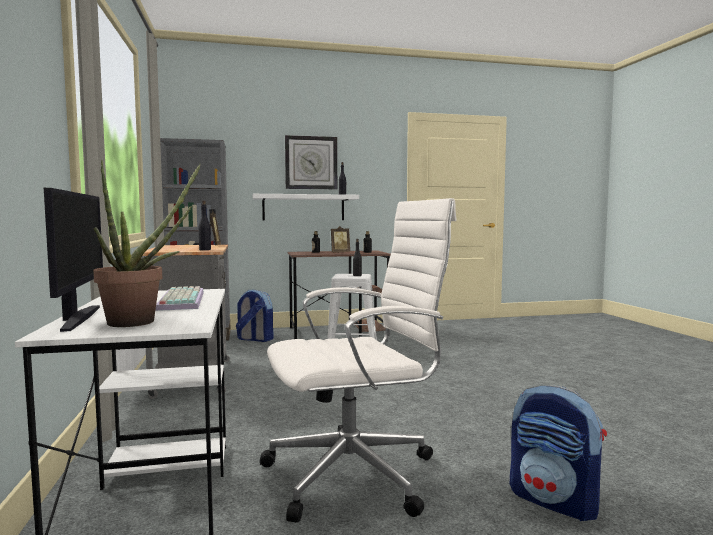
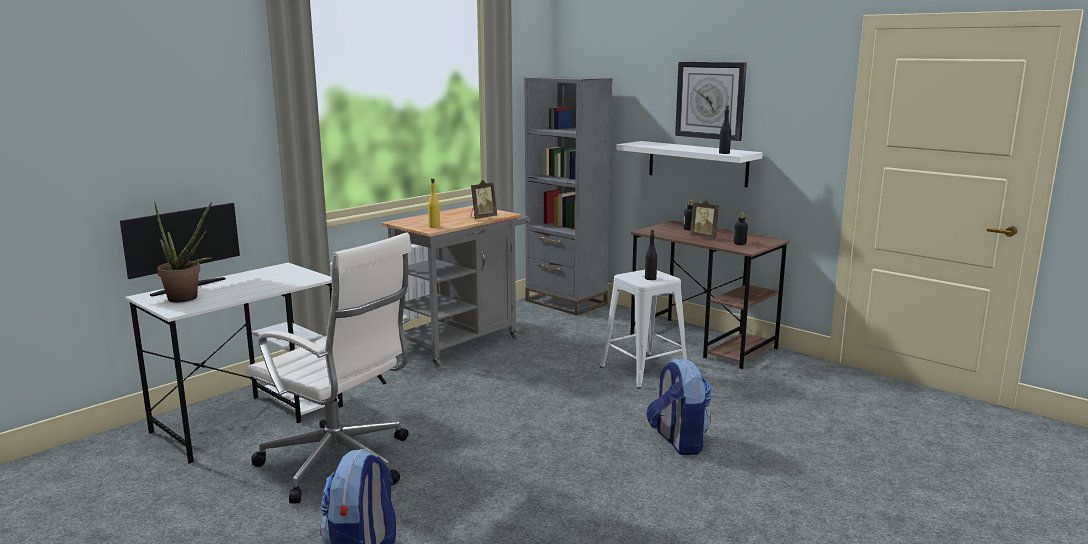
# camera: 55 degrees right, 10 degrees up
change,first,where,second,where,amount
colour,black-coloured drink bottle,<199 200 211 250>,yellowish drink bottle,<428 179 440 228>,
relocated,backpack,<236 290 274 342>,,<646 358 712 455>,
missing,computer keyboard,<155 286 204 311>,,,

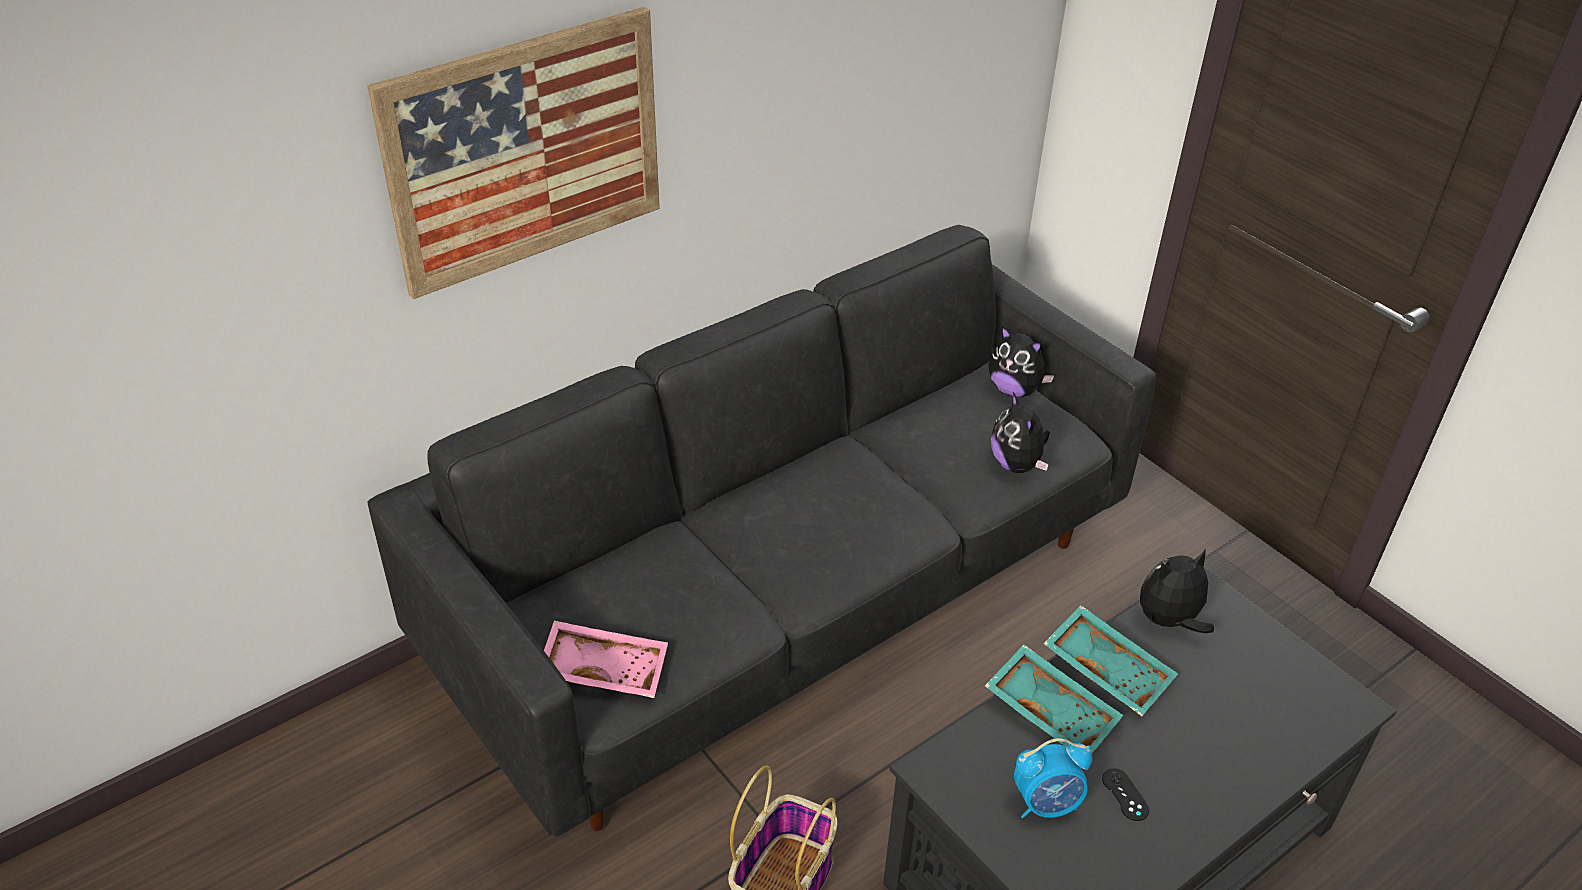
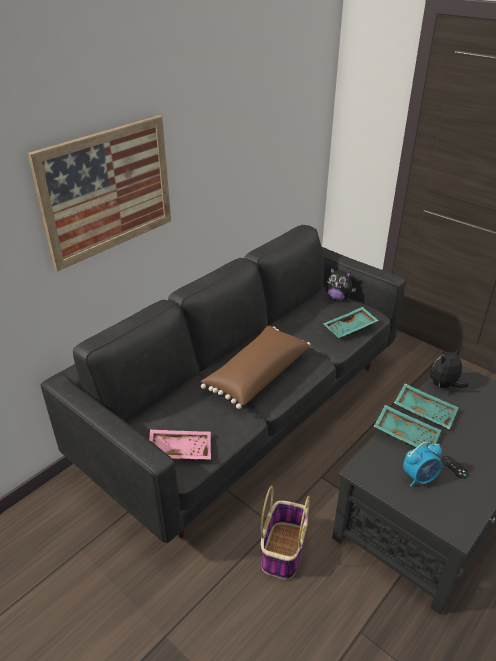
# camera: 10 degrees left, 5 degrees down
change,first,where,second,where,amount
appeared,,,brownish cushion,<201 326 310 409>,
exchanged,cuddly toy,<991 392 1050 473>,turquoise tray,<324 307 379 338>,

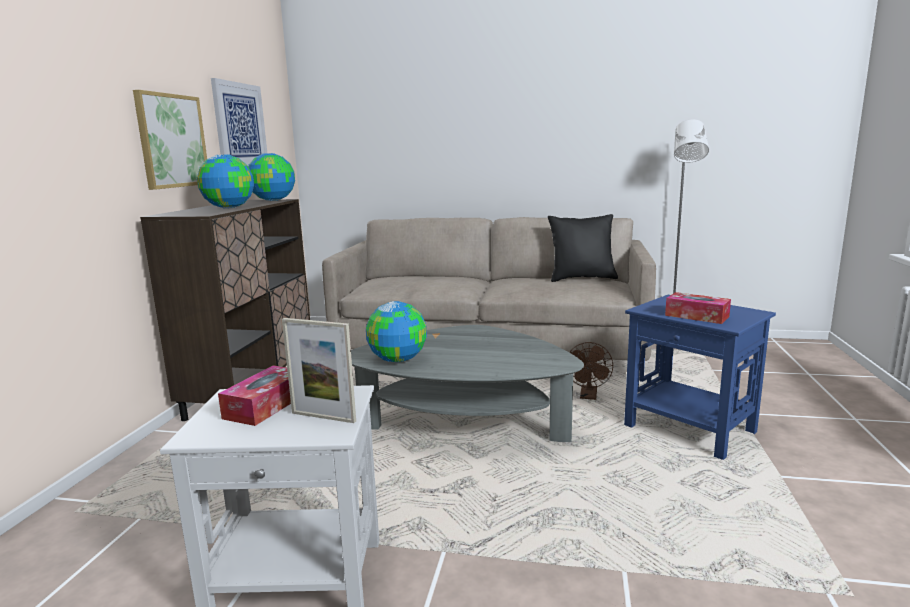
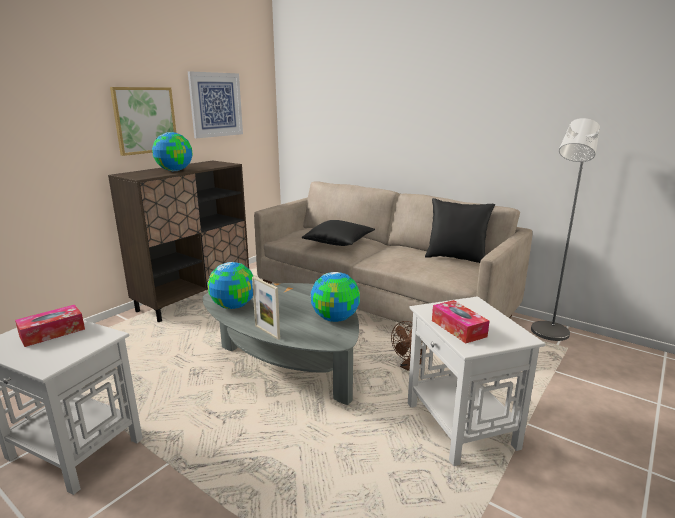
# camera: 25 degrees right, 5 degrees up
change,first,where,second,where,amount
relocated,photo frame,<282 318 356 423>,,<252 276 280 340>,
appeared,,,black-coloured cushion,<302 220 375 246>,
relocated,world globe,<248 153 295 201>,,<311 272 360 322>,
colour,blue-coloured accent table,<624 295 776 460>,white-coloured accent table,<408 296 545 466>,

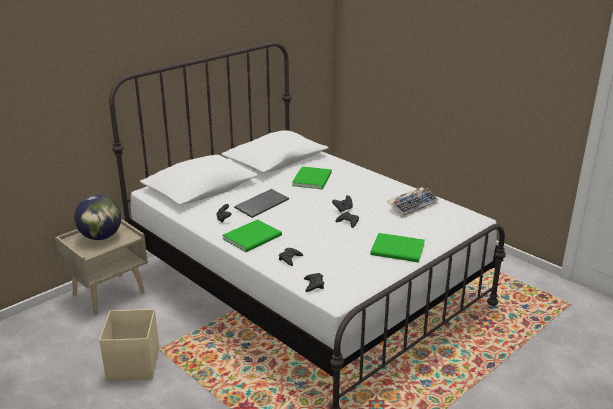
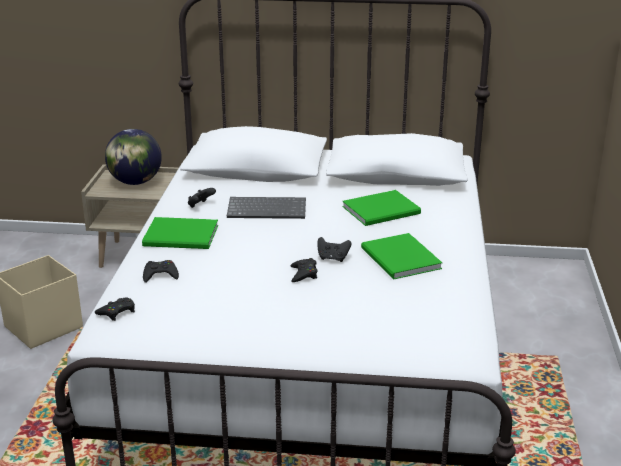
# camera: 50 degrees right, 0 degrees up
change,first,where,second,where,amount
relocated,greenish volume,<370 233 425 262>,,<361 233 442 280>,
missing,computer keyboard,<387 187 439 218>,,,

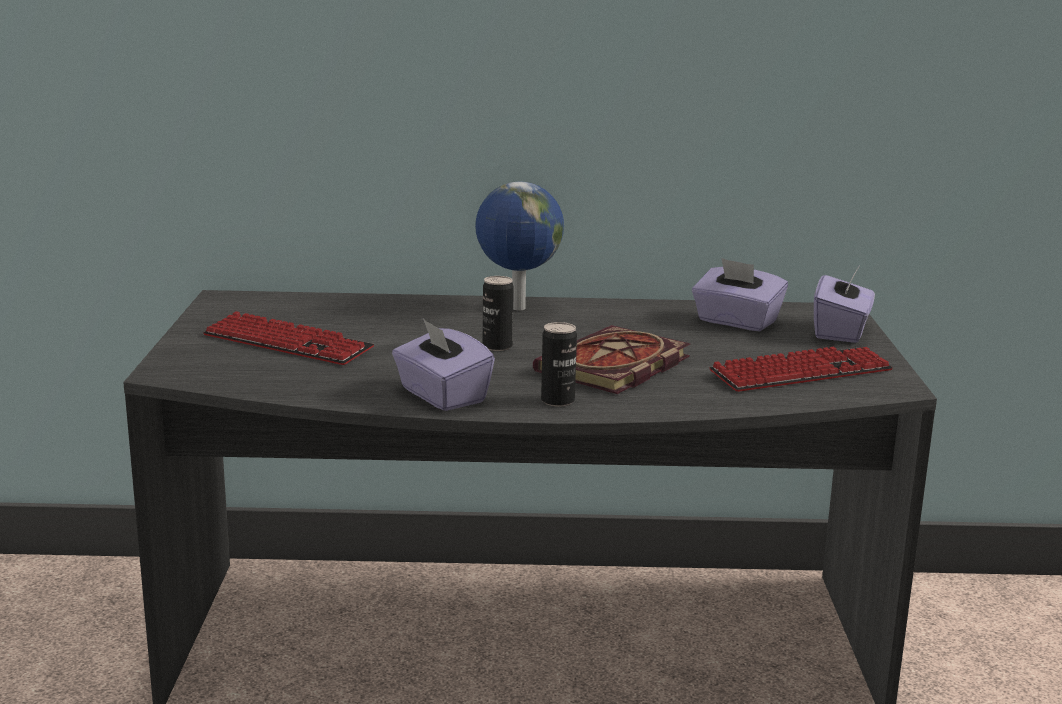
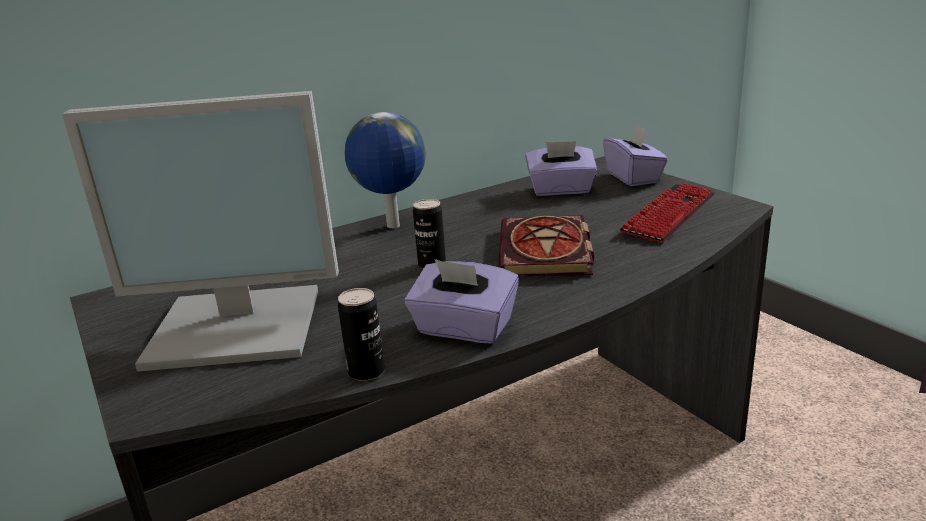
# camera: 30 degrees left, 5 degrees up
change,first,where,second,where,amount
exchanged,computer keyboard,<203 311 374 365>,computer screen,<62 91 339 372>,
relocated,can,<541 322 577 407>,,<338 288 385 381>,

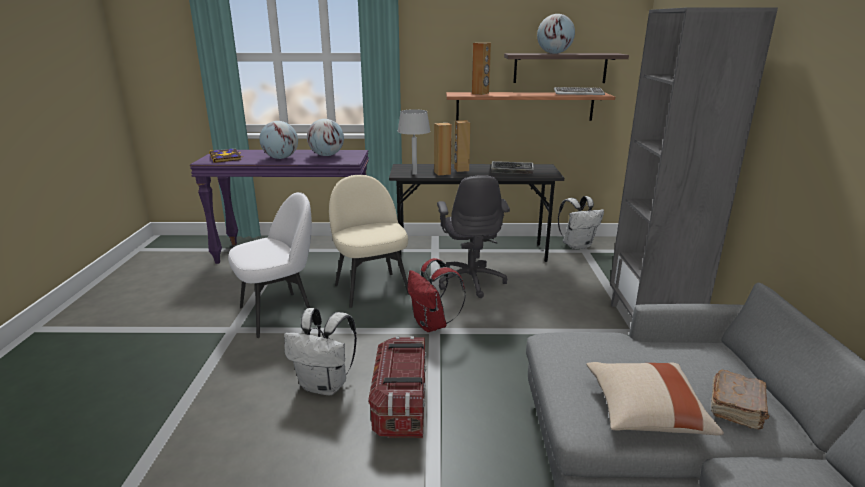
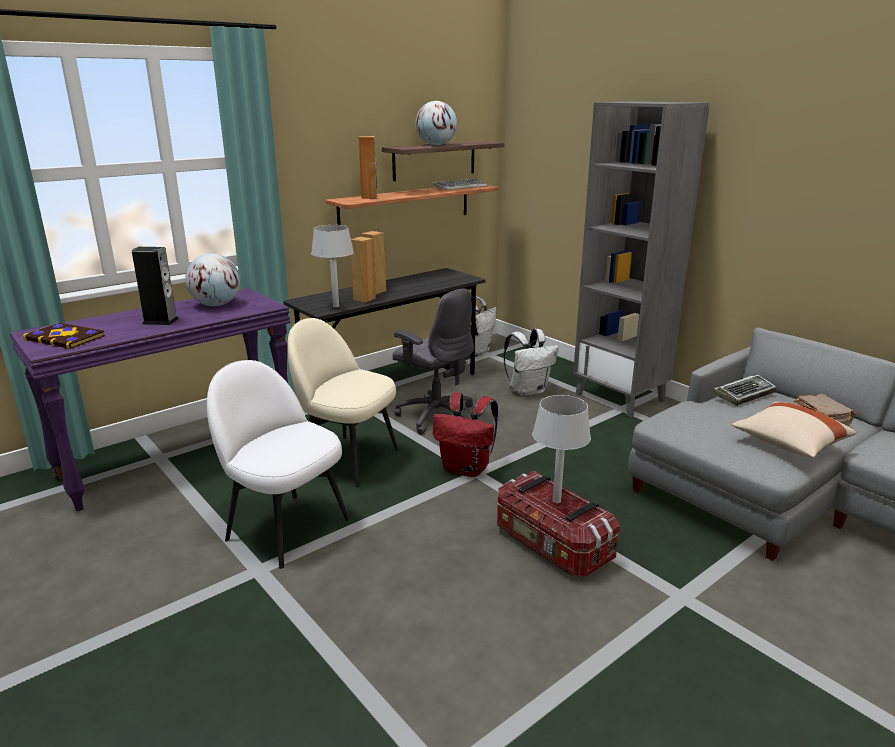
# camera: 40 degrees left, 0 degrees up
change,first,where,second,where,amount
exchanged,world globe,<259 121 298 159>,speaker,<132 247 179 325>,
spun,white-coloured chair,<228 192 313 338>,,<207 360 349 569>,75 degrees counterclockwise
relocated,white-coloured backpack,<284 308 357 395>,,<503 329 559 396>,
appeared,,,greyish tabletop lamp,<532 395 591 503>,
relocated,computer keyboard,<491 161 534 174>,,<712 375 777 406>,

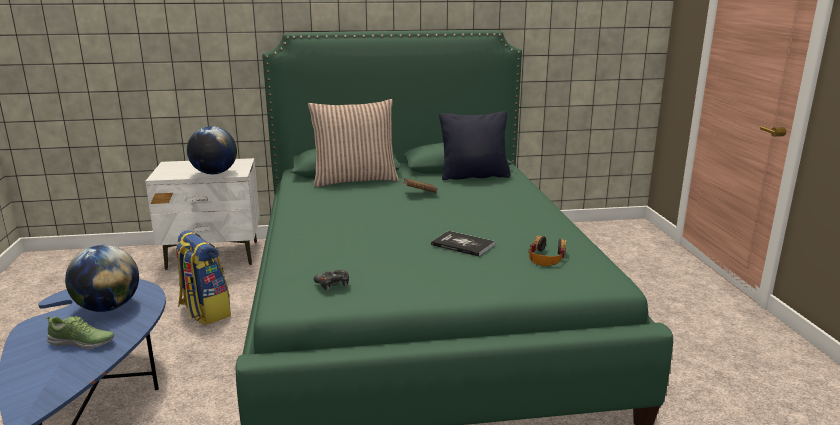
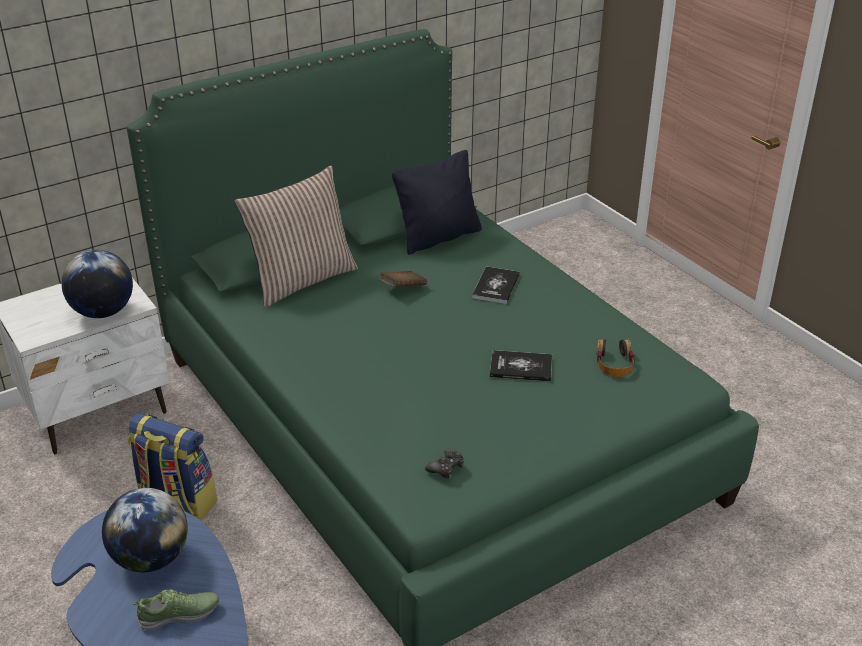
# camera: 25 degrees left, 15 degrees up
change,first,where,second,where,amount
appeared,,,volume,<472 266 520 304>,

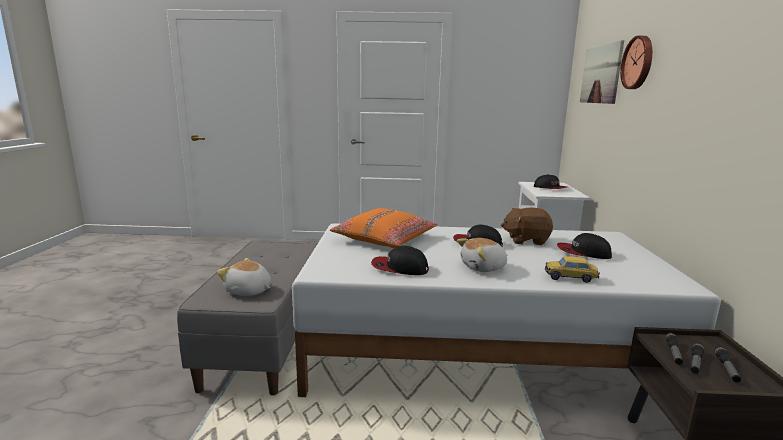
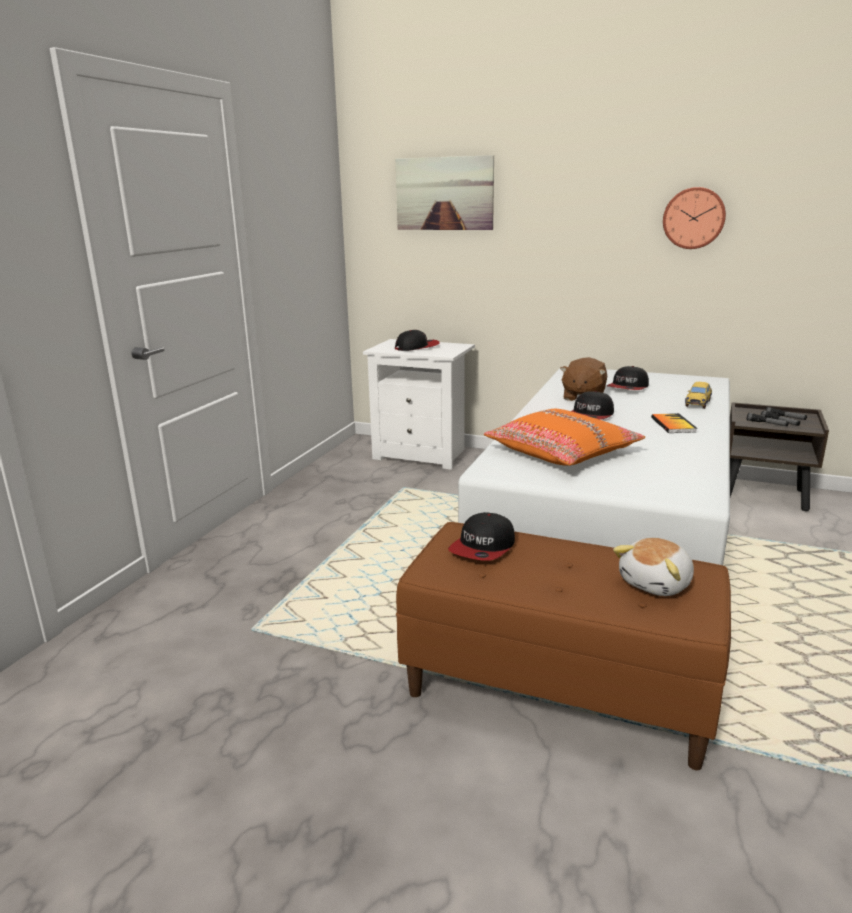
# camera: 70 degrees left, 5 degrees up
change,first,where,second,where,amount
colour,greyish bench,<177 242 317 395>,brownish bench,<396 522 731 770>,
relocated,cap,<371 246 429 275>,,<448 512 515 560>,
exchanged,cuddly toy,<457 238 508 272>,volume,<651 413 697 433>,
relocated,clock on the wall,<620 36 653 89>,,<663 187 726 249>,

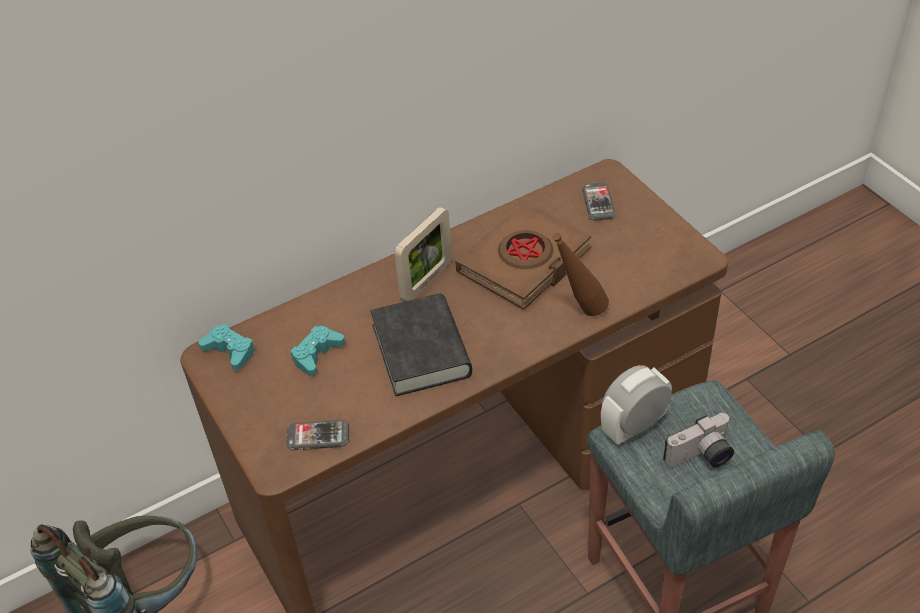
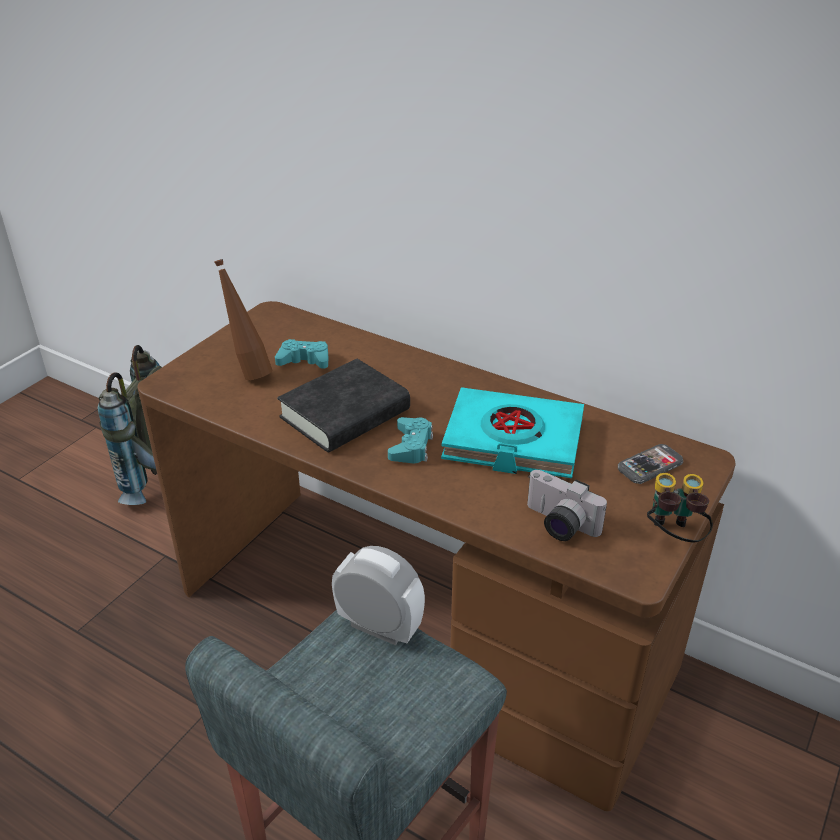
# camera: 60 degrees right, 10 degrees down
change,first,where,second,where,amount
relocated,brownish drink bottle,<552 232 609 316>,,<214 259 272 380>,
relocated,turquoise game controller,<199 324 255 370>,,<388 417 433 463>,
colour,brownish volume,<455 202 591 310>,turquoise volume,<441 387 584 478>,
relocated,photo camera,<663 413 734 468>,,<527 470 607 541>,
appeared,,,field glasses,<647 473 713 542>,
missing,telephone,<286 420 349 450>,,,
missing,photo frame,<395 207 452 302>,,,

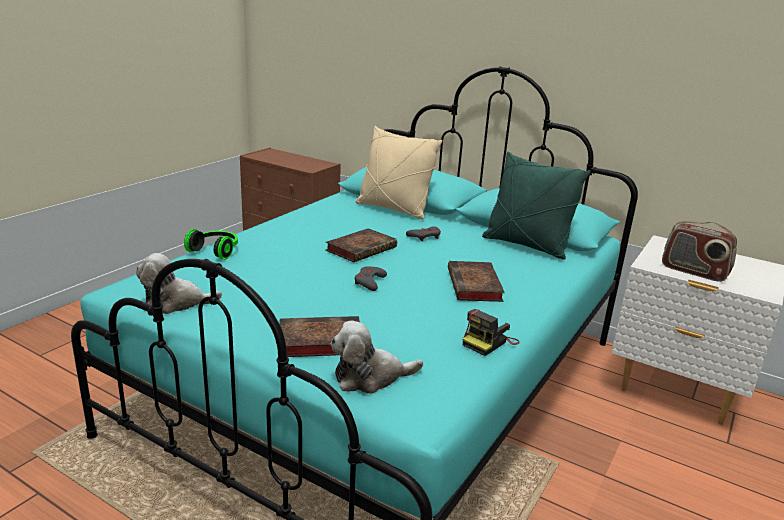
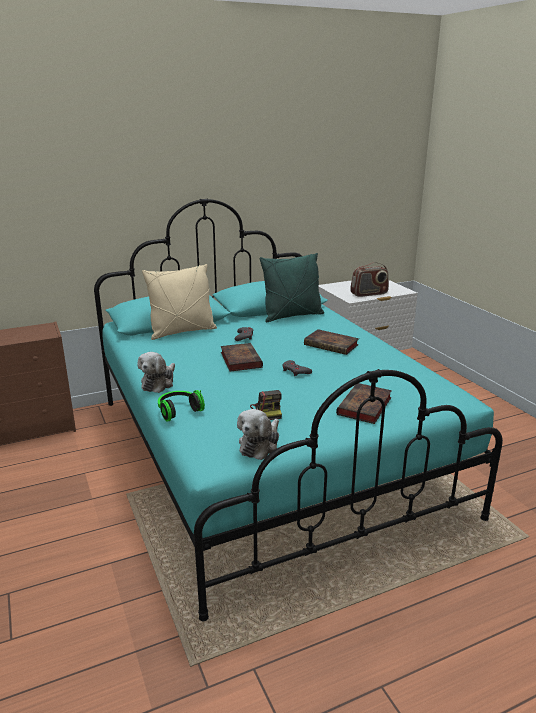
# camera: 55 degrees left, 0 degrees up
change,first,where,second,where,amount
relocated,cuddly toy,<330 321 423 394>,,<138 352 175 393>,
relocated,photo camera,<463 309 519 356>,,<250 390 282 420>,

